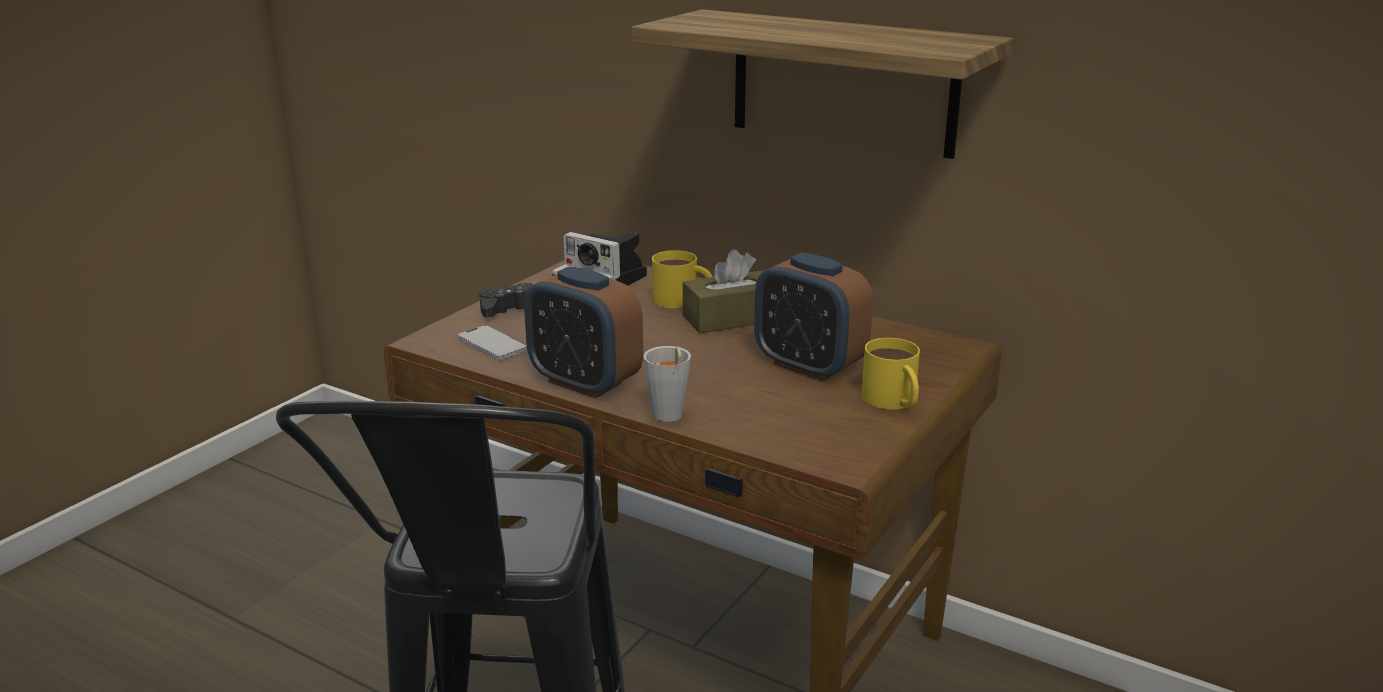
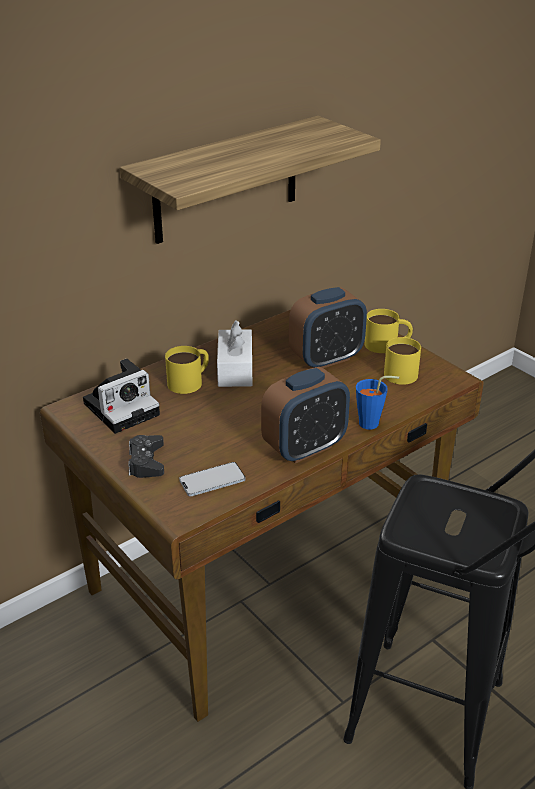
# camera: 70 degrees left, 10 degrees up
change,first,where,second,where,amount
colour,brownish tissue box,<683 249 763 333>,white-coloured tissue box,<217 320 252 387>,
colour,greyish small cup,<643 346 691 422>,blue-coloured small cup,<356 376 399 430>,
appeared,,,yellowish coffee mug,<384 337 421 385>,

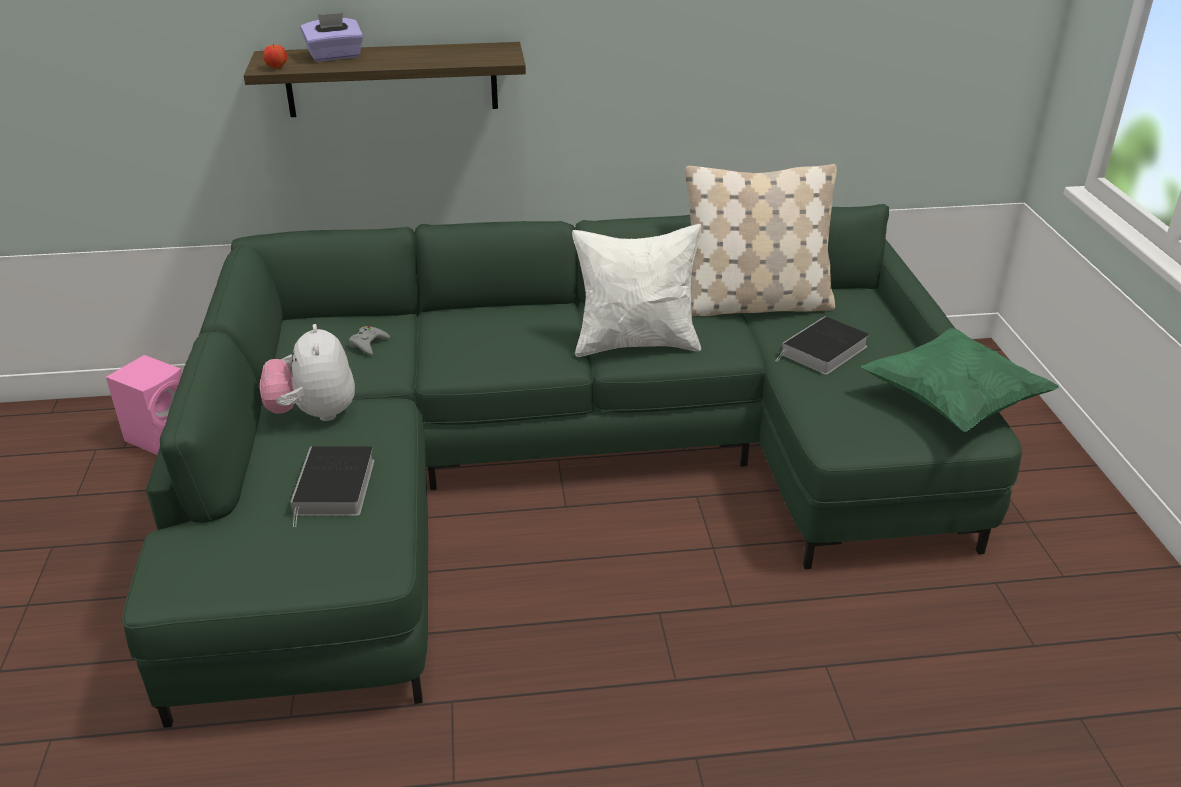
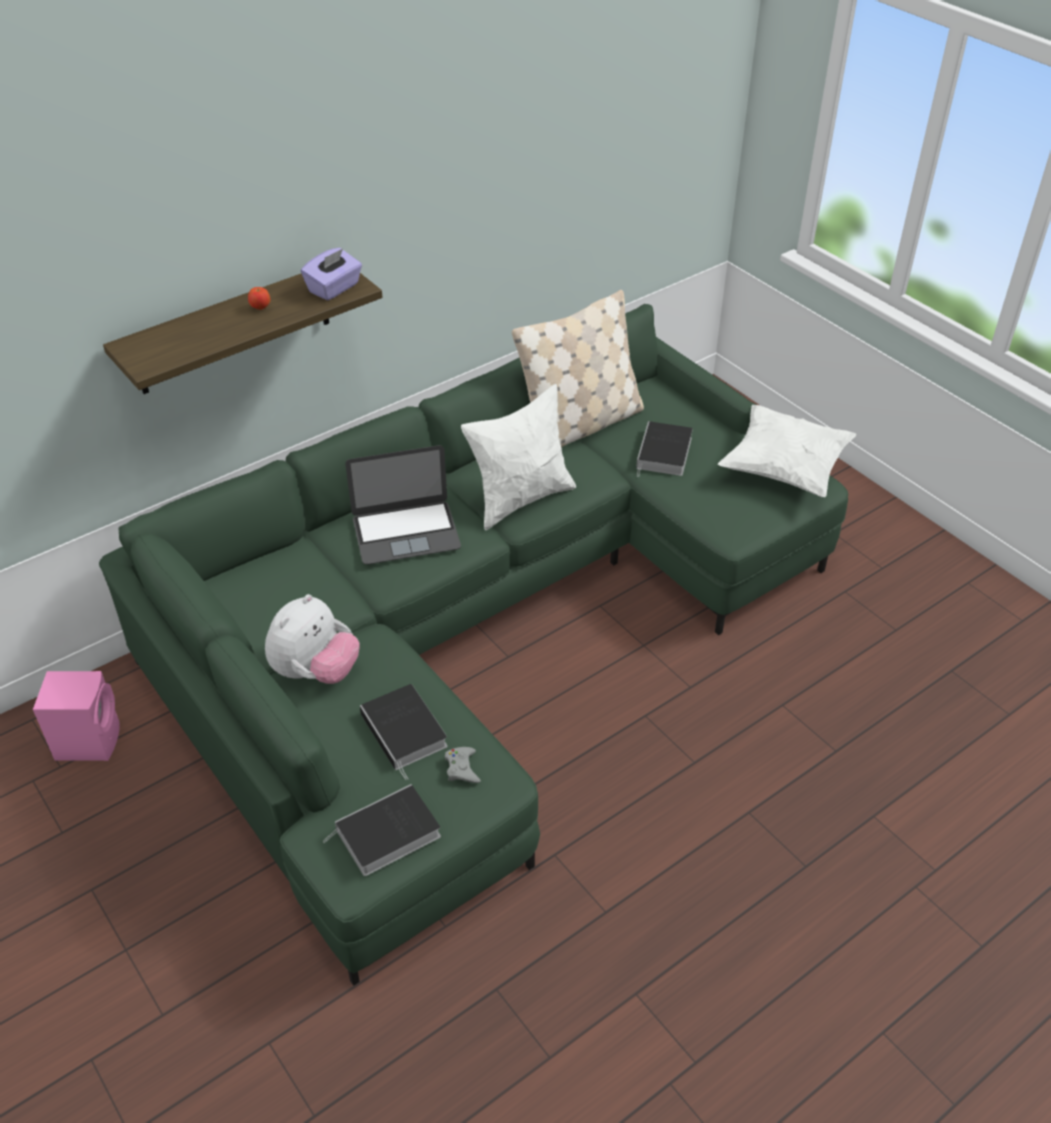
# camera: 30 degrees left, 10 degrees up
change,first,where,second,where,amount
relocated,whole apple,<263 44 287 69>,,<248 287 270 310>,
spun,cuddly toy,<260 324 355 421>,,<265 594 360 684>,105 degrees counterclockwise
relocated,purple-coloured tissue box,<300 13 363 62>,,<301 248 362 301>,
appeared,,,volume,<323 784 441 876>,
appeared,,,portable computer,<345 445 461 565>,
relocated,greyish game controller,<349 326 390 355>,,<445 747 481 783>,
colour,greenish cushion,<861 328 1059 432>,white-coloured cushion,<718 405 856 497>,

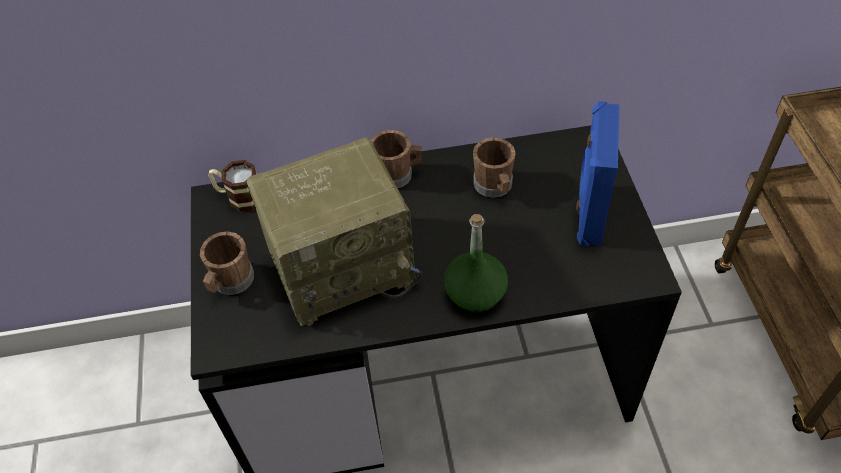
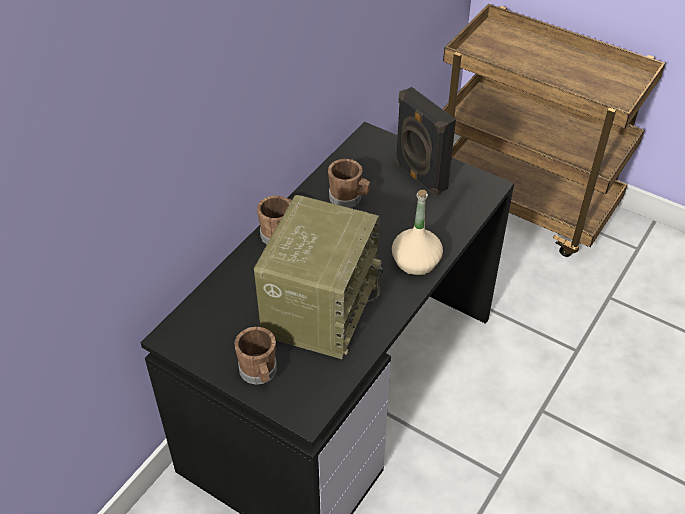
# camera: 50 degrees left, 5 degrees down
change,first,where,second,where,amount
colour,greenish drink bottle,<444 214 508 313>,sand-coloured drink bottle,<392 190 443 276>,
colour,blue-coloured speaker,<576 101 619 246>,black-coloured speaker,<395 87 456 196>,
missing,coffee mug,<209 160 257 212>,,,

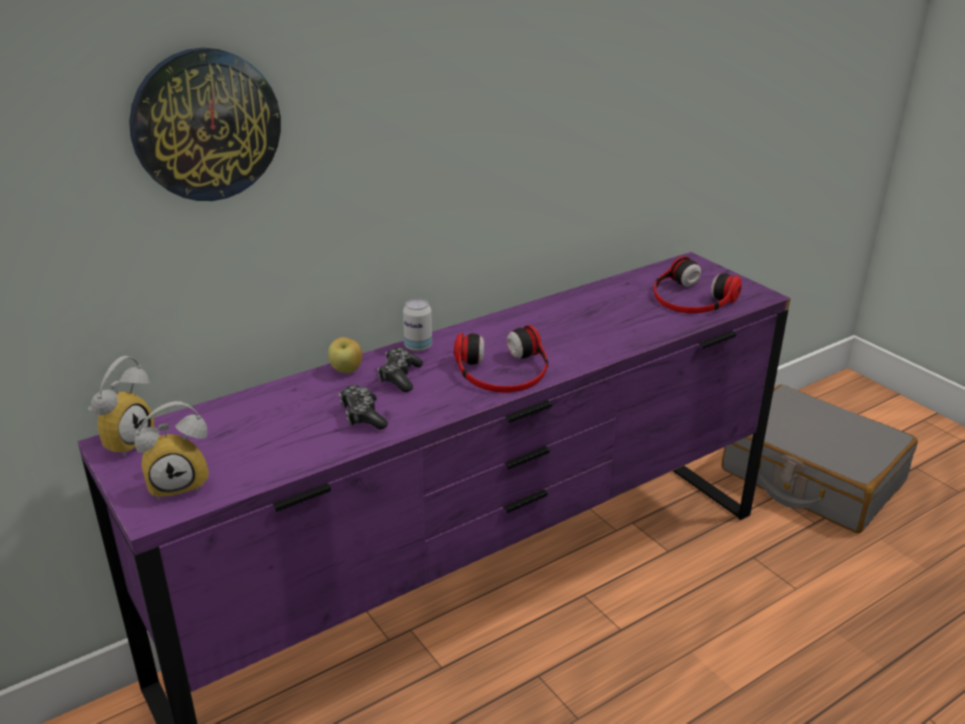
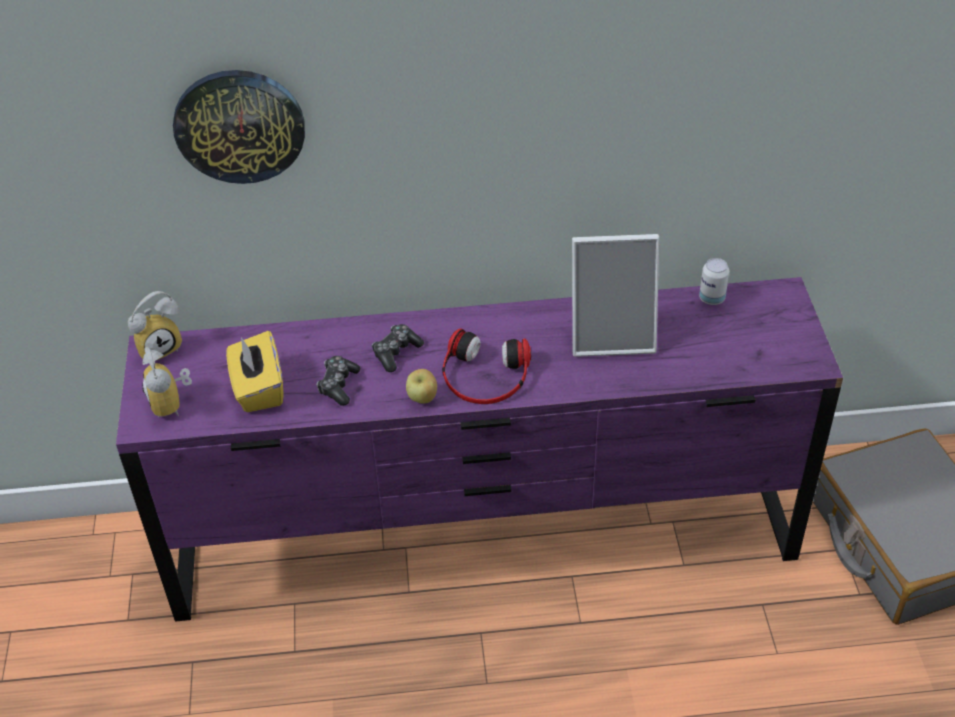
# camera: 30 degrees right, 15 degrees up
change,first,where,second,where,amount
spun,alarm clock,<134 401 209 501>,,<142 347 192 418>,60 degrees clockwise
appeared,,,yellowish tissue box,<226 331 284 412>,
relocated,whole apple,<328 337 362 373>,,<406 369 437 404>,
appeared,,,photo frame,<572 234 659 357>,
relocated,can,<403 299 432 352>,,<699 258 729 305>,
missing,headset,<654 256 742 313>,,,

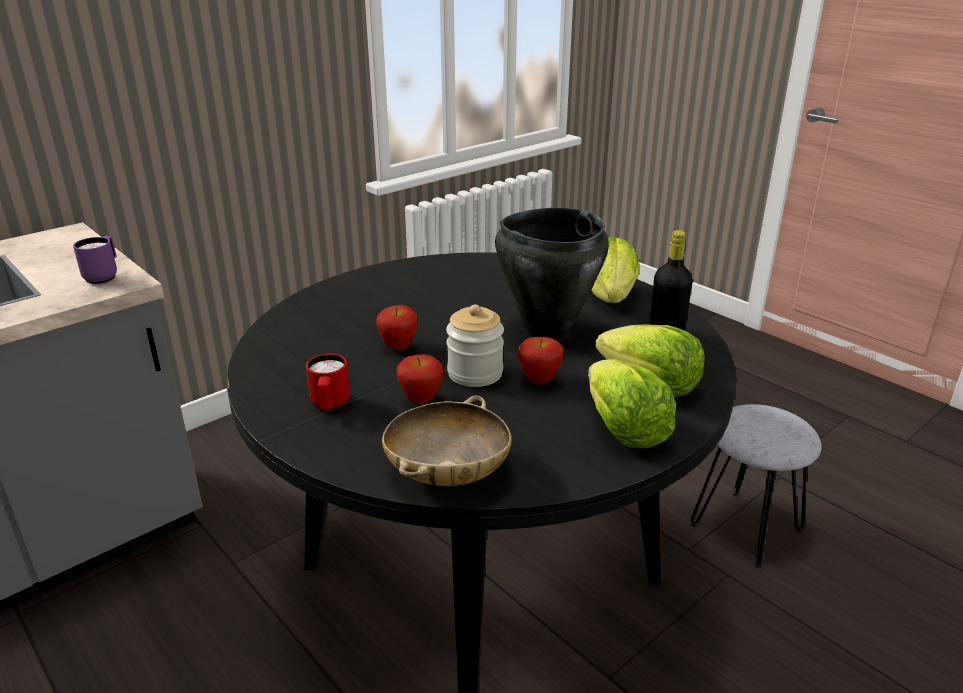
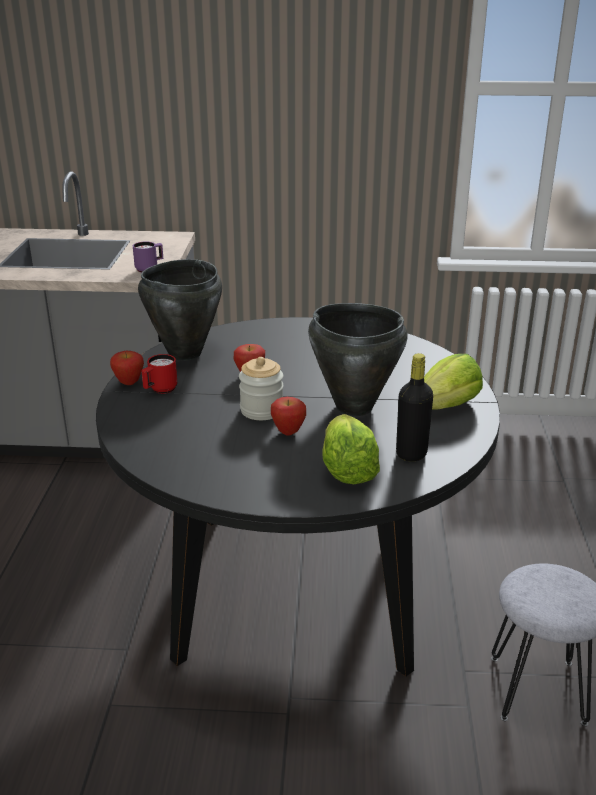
# camera: 45 degrees right, 0 degrees up
change,first,where,second,where,amount
relocated,whole apple,<396 354 443 404>,,<110 351 144 385>,
appeared,,,black-coloured cooking pot,<138 259 222 361>,
missing,sand-coloured bowl,<382 395 512 486>,,,
missing,lettuce,<588 359 676 448>,,,

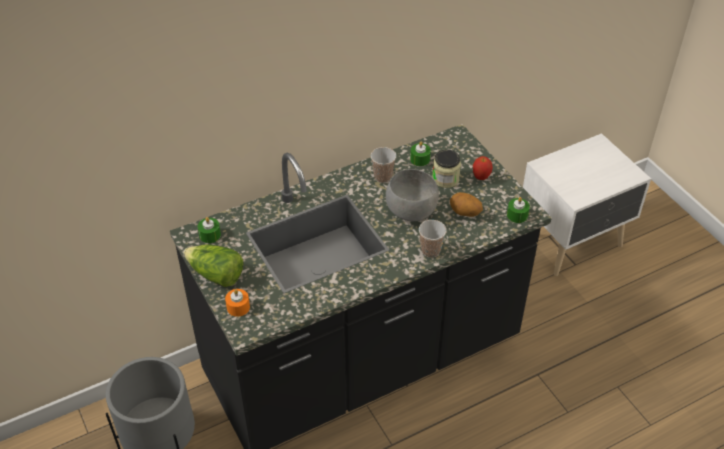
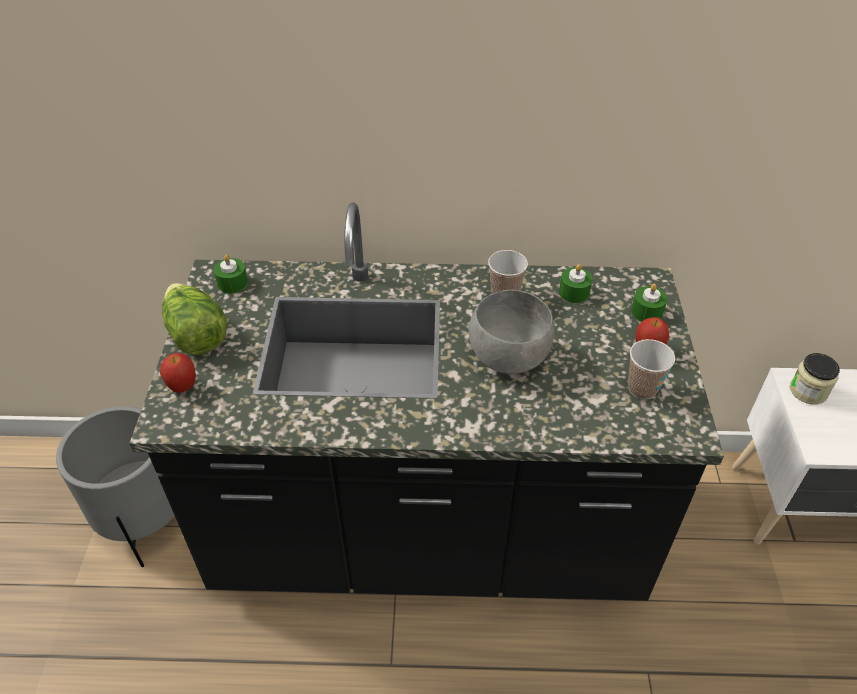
# camera: 30 degrees right, 0 degrees up
change,first,where,second,where,amount
exchanged,orangey wax light,<225 289 250 317>,whole apple,<160 353 196 393>,
relocated,small cup,<419 220 446 258>,,<628 339 675 400>,
relocated,greenish wax light,<507 197 530 223>,,<631 284 667 322>,
relocated,storage jar,<432 149 461 188>,,<790 353 840 404>,
missing,potato,<450 192 483 217>,,,

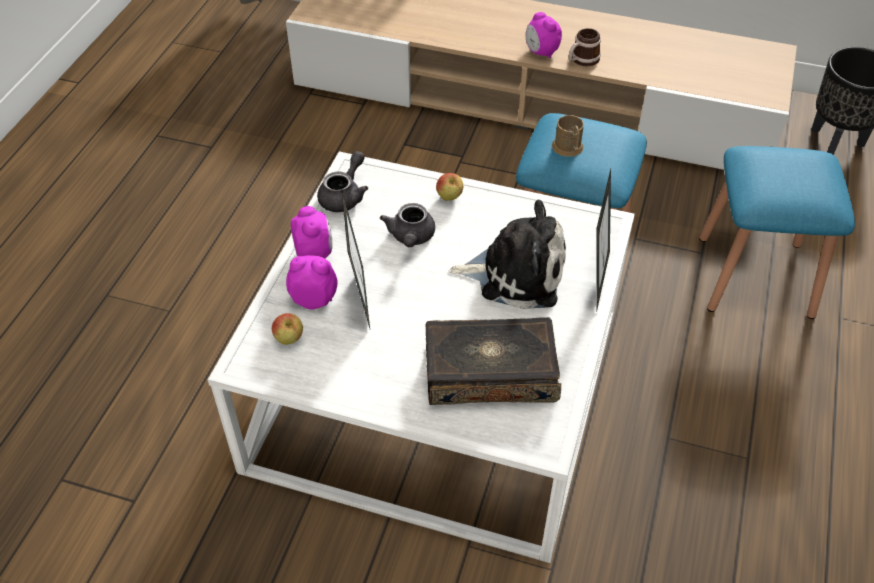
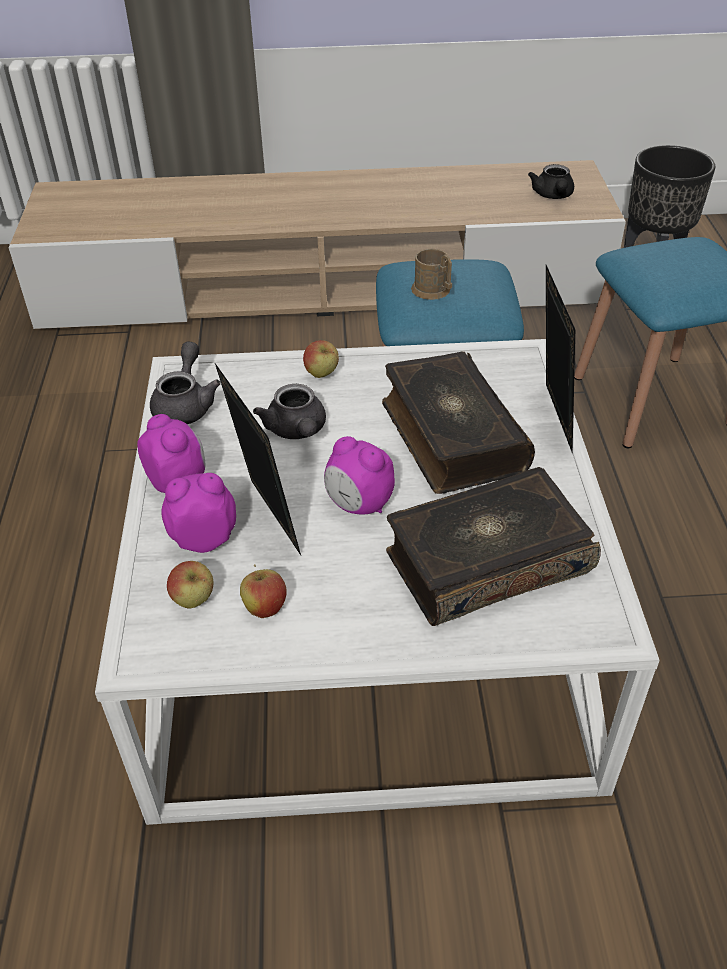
# camera: 20 degrees left, 5 degrees down
change,first,where,second,where,amount
appeared,,,whole apple,<240 564 287 618>,
relocated,alarm clock,<525 12 562 58>,,<324 436 395 514>,
exchanged,cuddly toy,<448 199 566 309>,volume,<382 352 535 494>,
appeared,,,black-coloured tea pot,<528 164 574 199>,
missing,coffee mug,<568 28 601 67>,,,

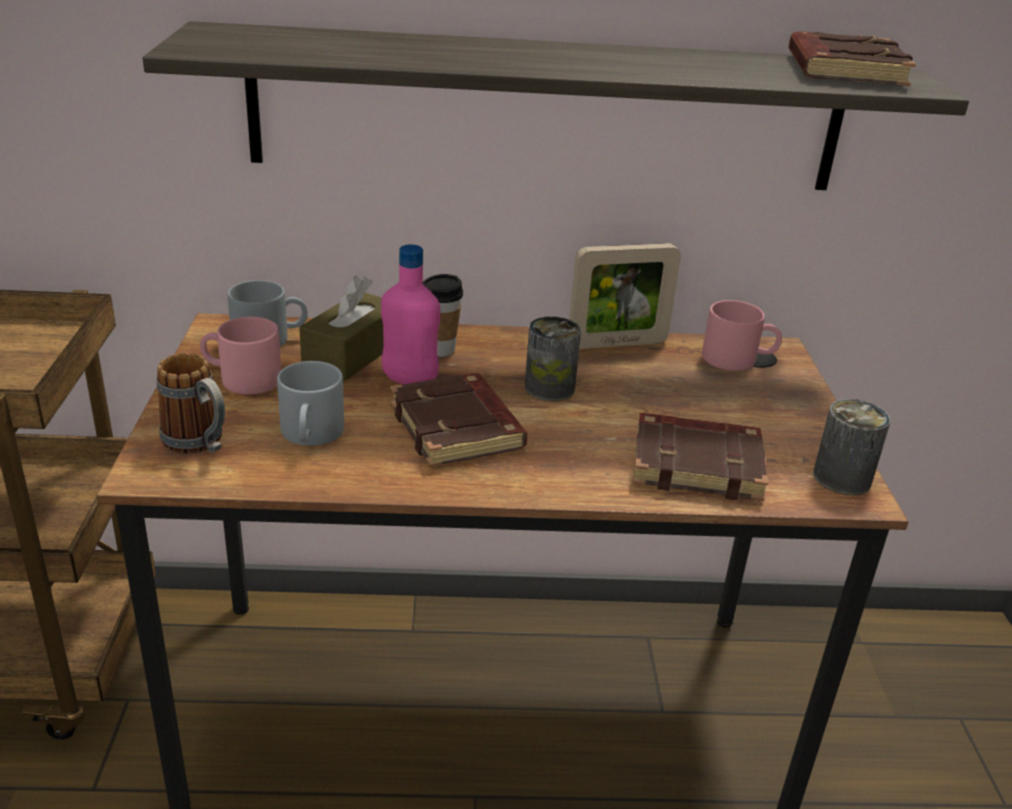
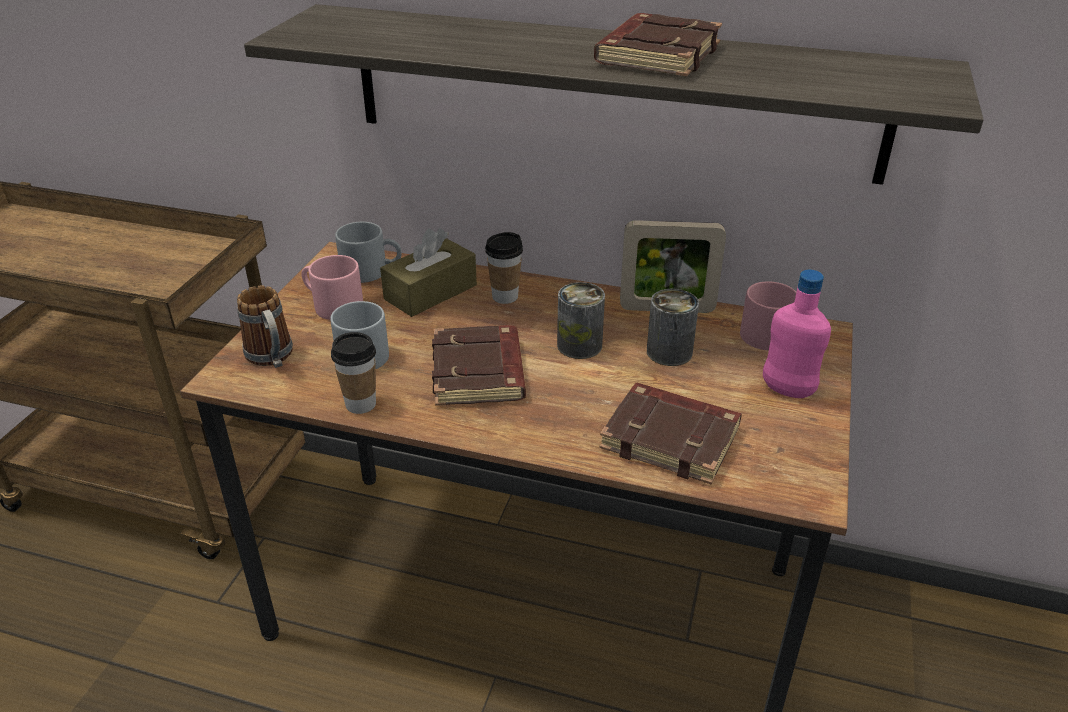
# camera: 20 degrees right, 5 degrees up
change,first,where,second,where,amount
appeared,,,small cup,<331 332 376 414>,
relocated,brownish volume,<789 31 916 86>,,<594 13 722 76>,
relocated,can,<813 399 891 495>,,<647 289 699 366>,
relocated,pink drink bottle,<381 244 440 384>,,<763 270 831 398>,

